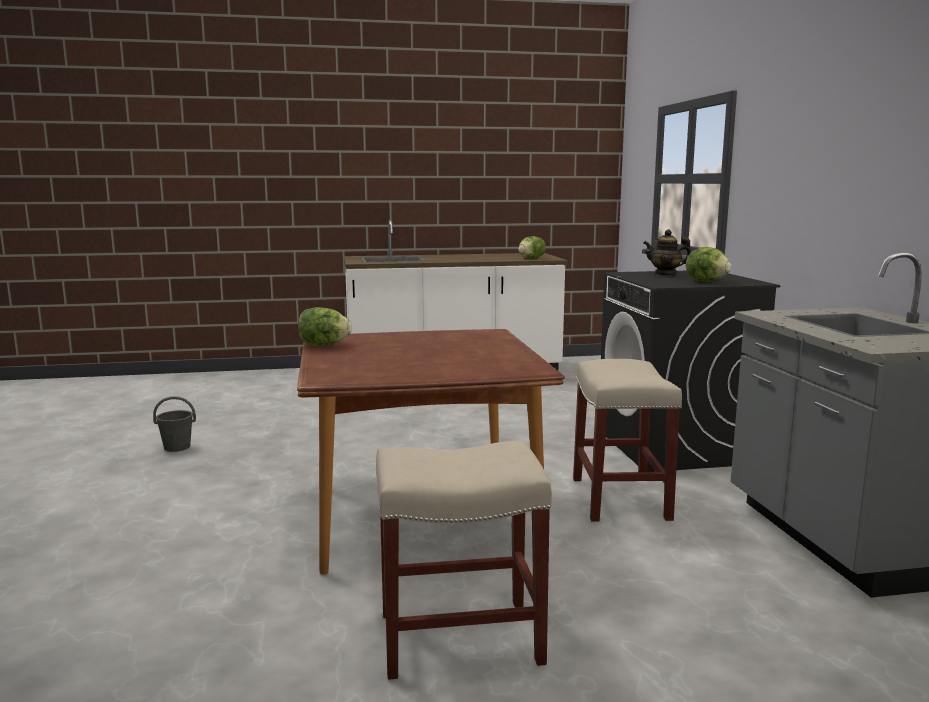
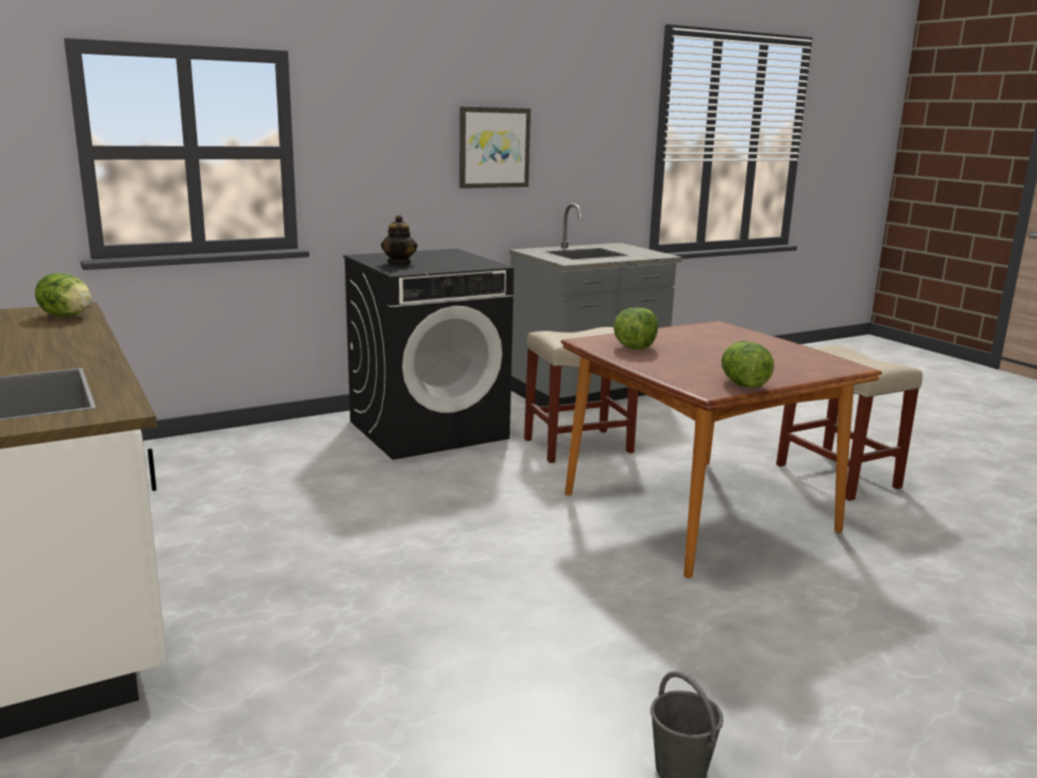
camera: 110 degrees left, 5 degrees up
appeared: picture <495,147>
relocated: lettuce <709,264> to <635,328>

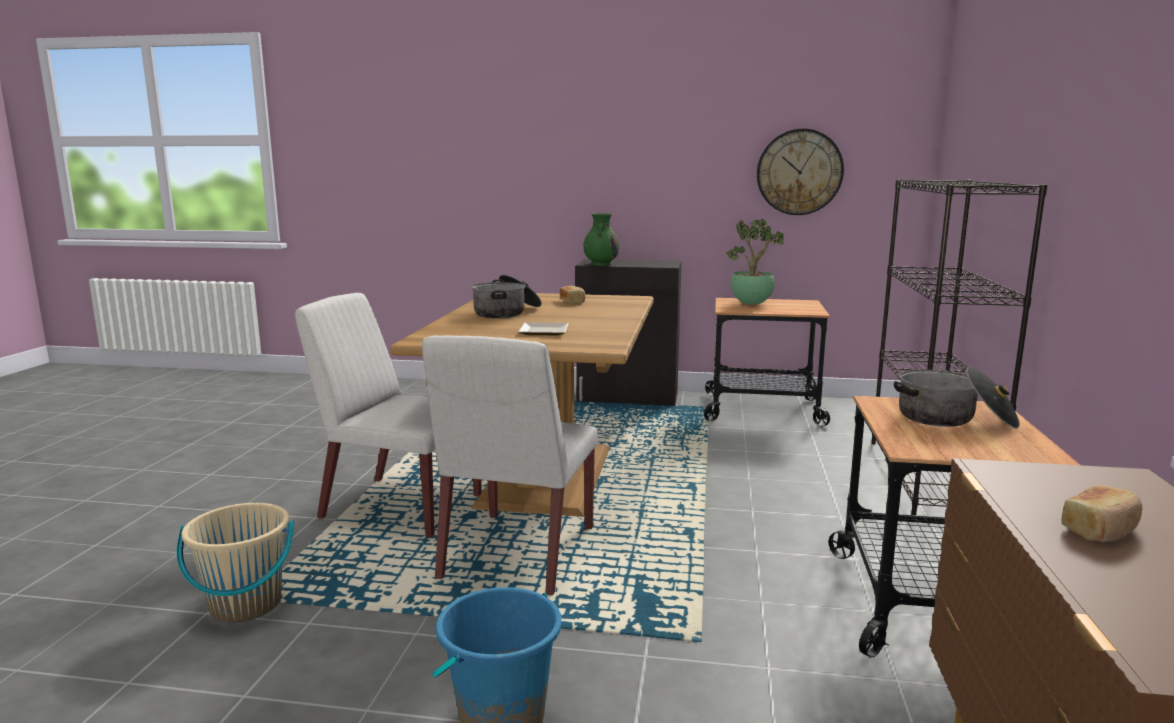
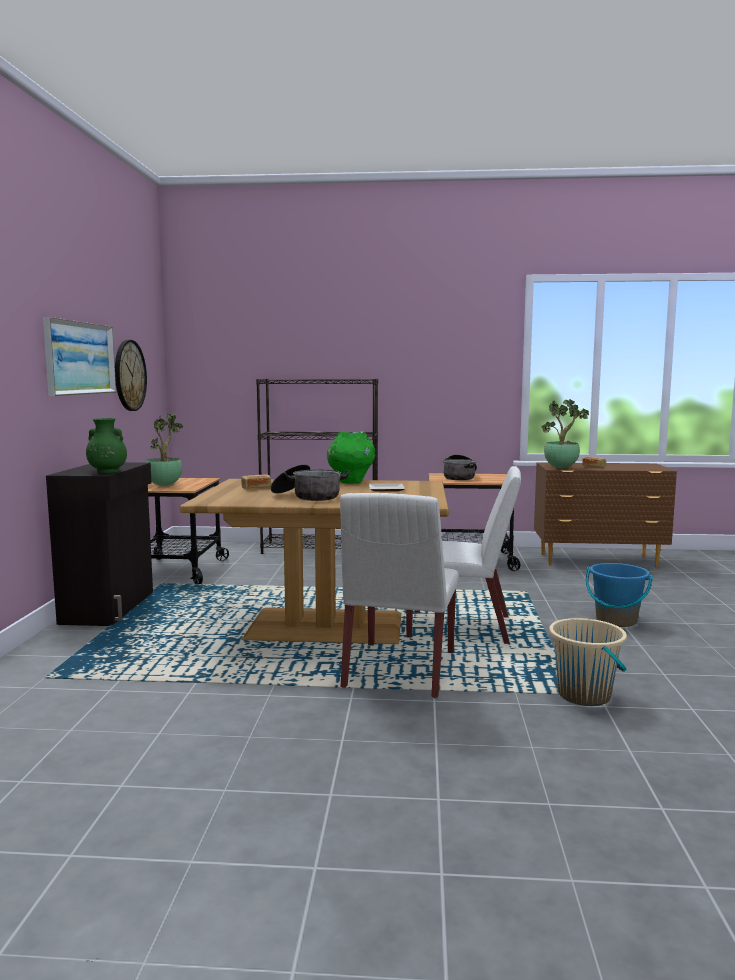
camera: 95 degrees left, 5 degrees down
appeared: picture <79,356>; green vase <351,457>; potted plant <565,433>

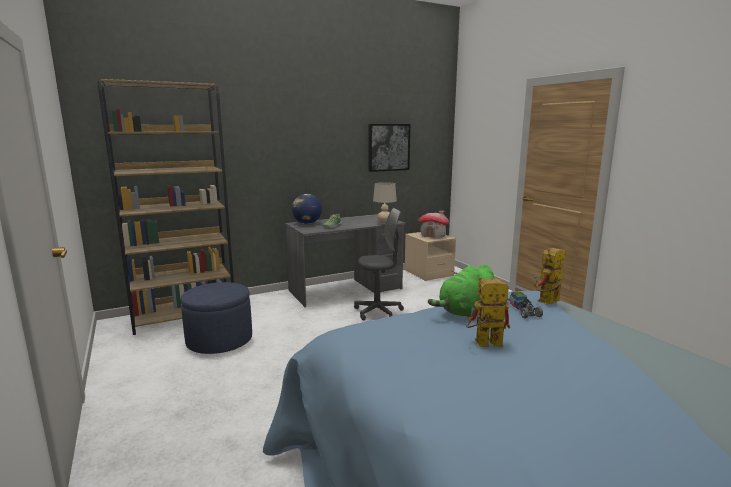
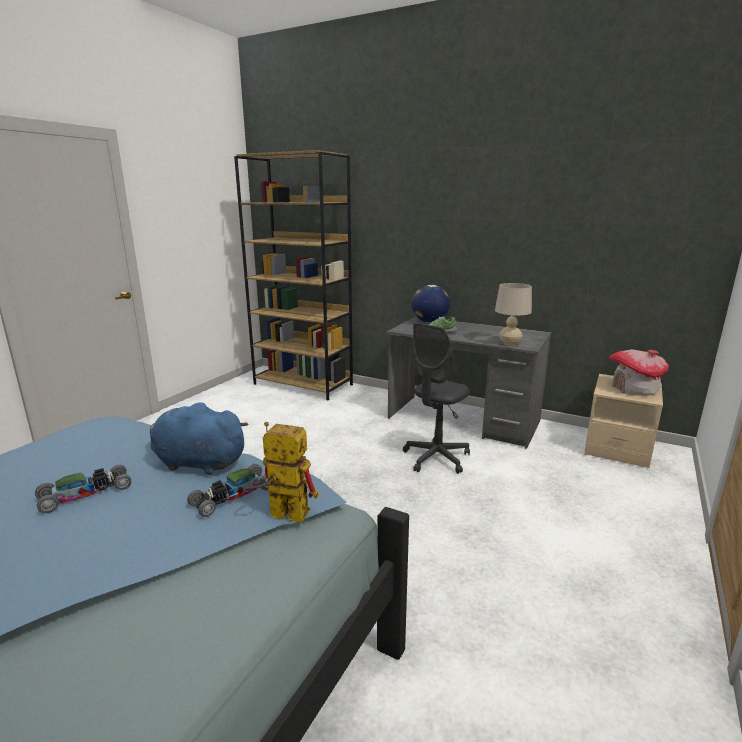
camera: 55 degrees right, 5 degrees up
missing: blue ottoman <216,318>; picture <389,148>
exchanged: toy robot <488,312> to toy car <83,489>
colour: green plush toy <461,290> to blue plush toy <199,438>
spun: grey office chair <379,264> = <436,398> 90 degrees clockwise

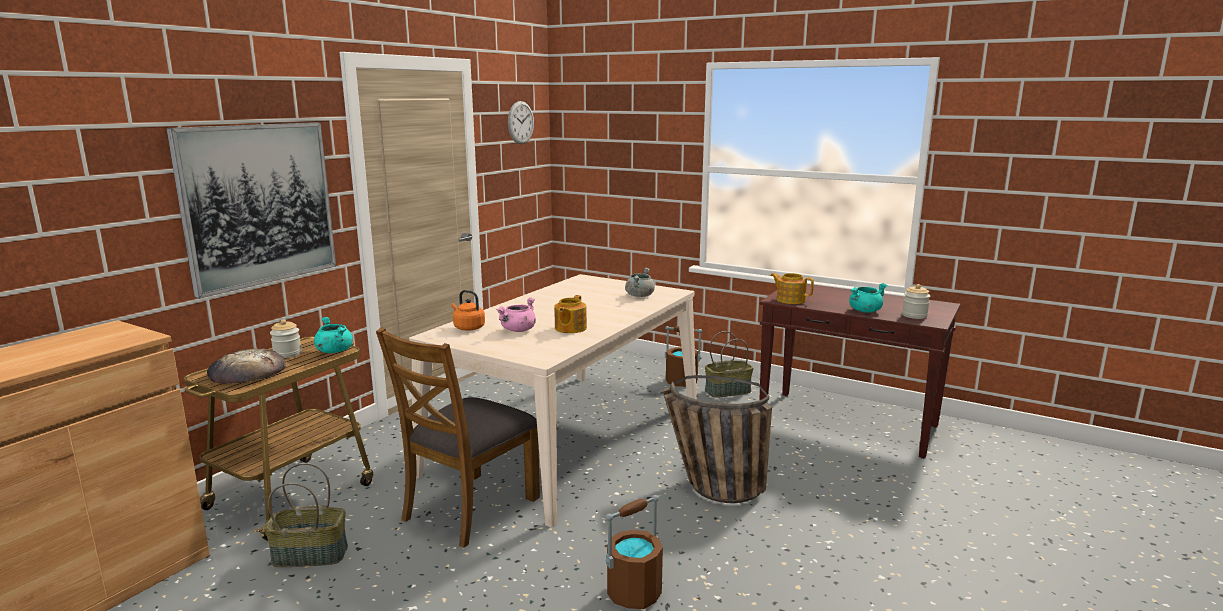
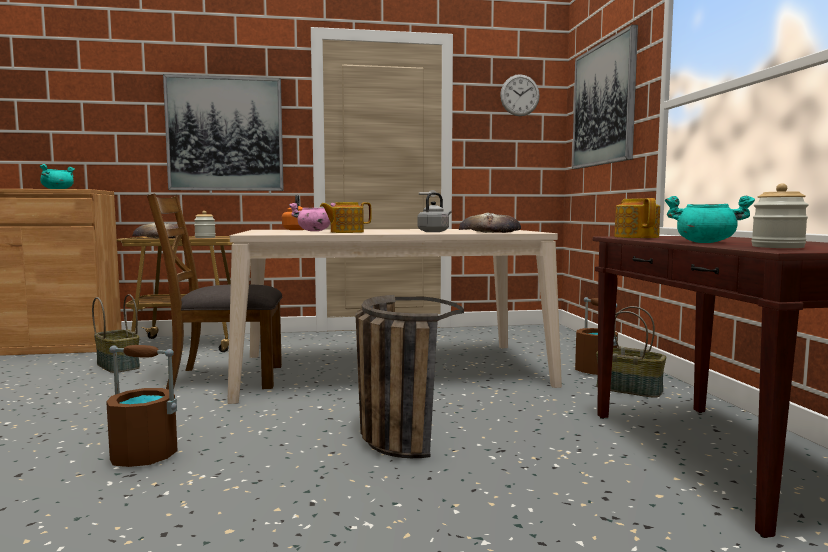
camera: 50 degrees right, 10 degrees down
appeared: grey kettle <434,212>; picture <605,97>
relocated: turquoise cooking pot <333,335> to <57,176>
exchanged: grey cooking pot <640,282> to bread <490,223>

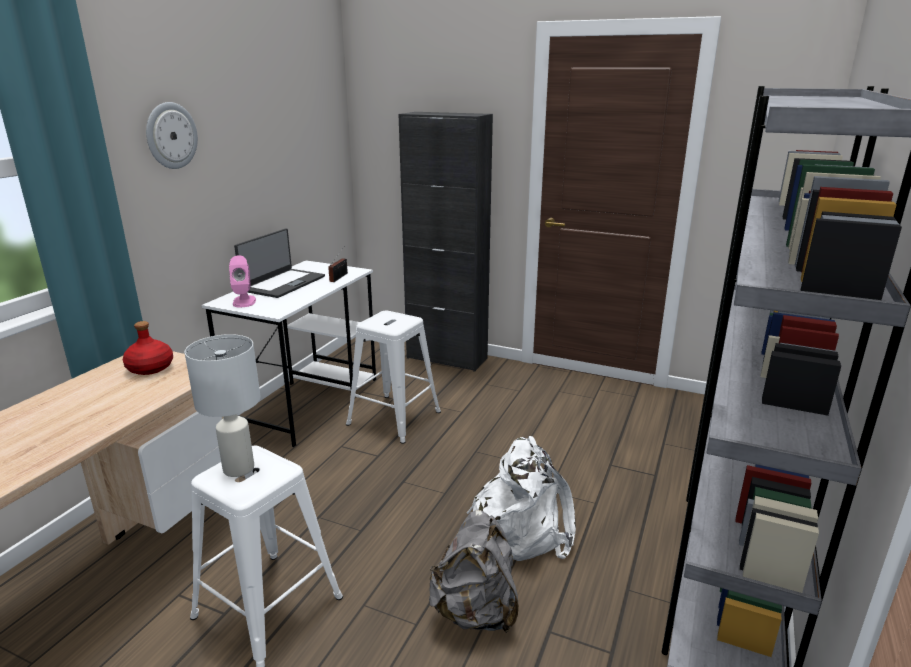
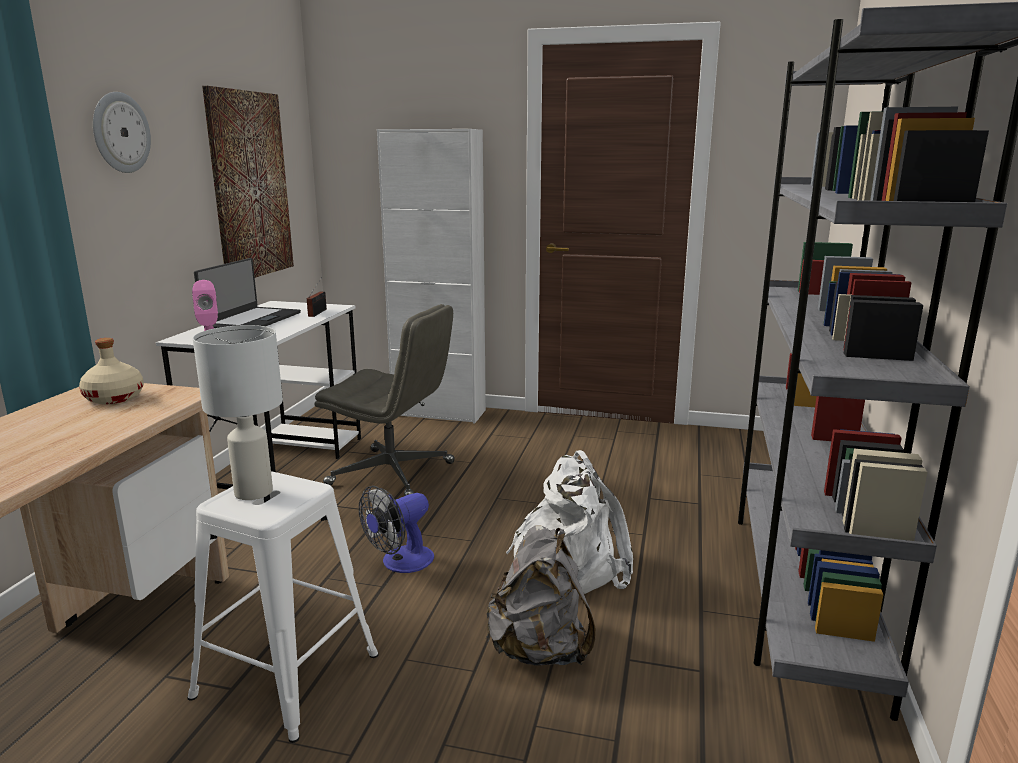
camera: 10 degrees left, 5 degrees down
appeared: picture <248,182>; fan <396,529>
exchanged: white stool <393,377> to grey office chair <385,400>
colour: red bottle <148,348> to beige bottle <111,371>; black cabinet <445,242> to white cabinet <431,276>

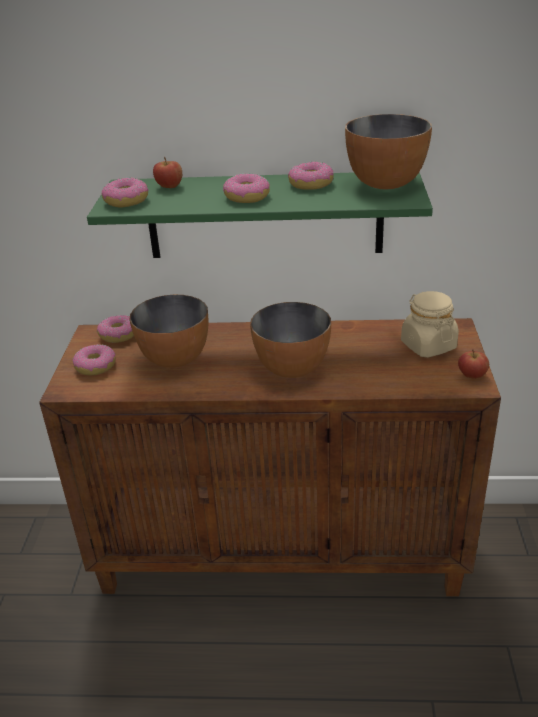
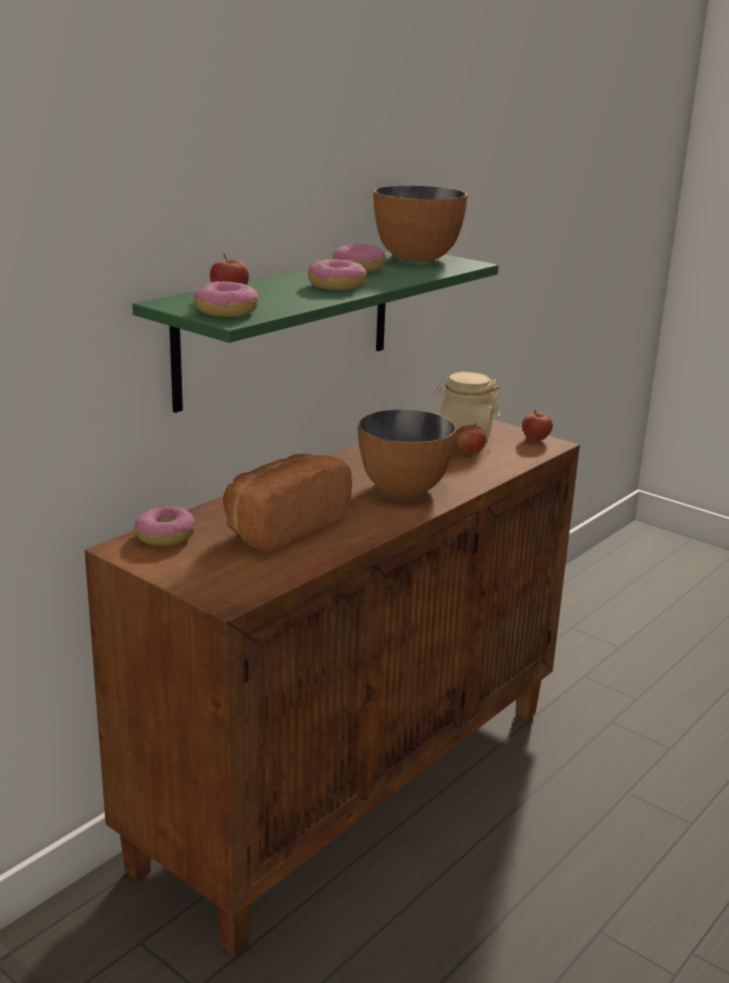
camera: 55 degrees left, 10 degrees down
missing: donut <94,359>
appeared: apple <470,438>
exchanged: bowl <169,331> to bread <287,503>

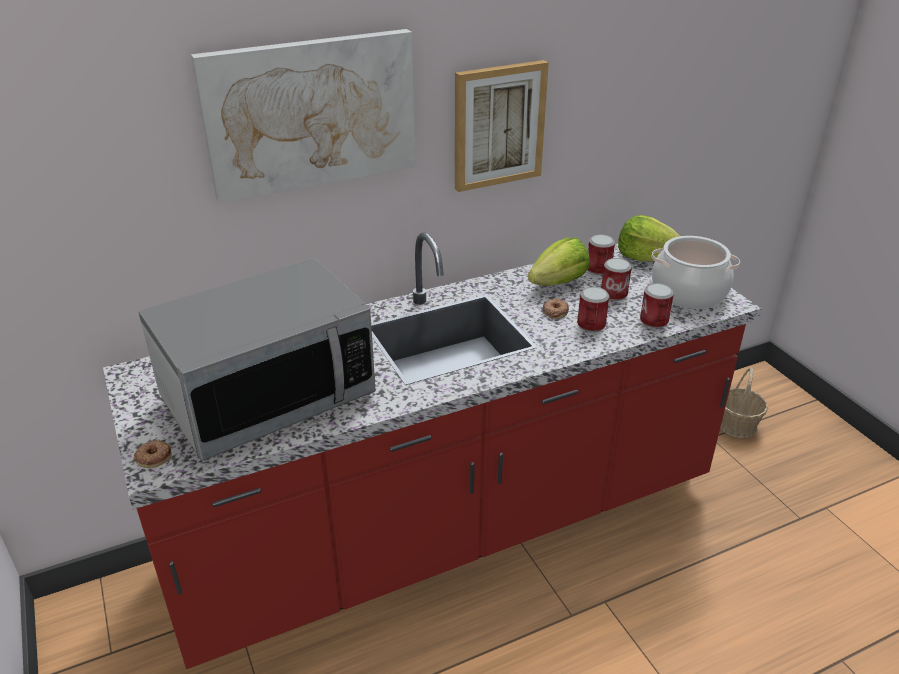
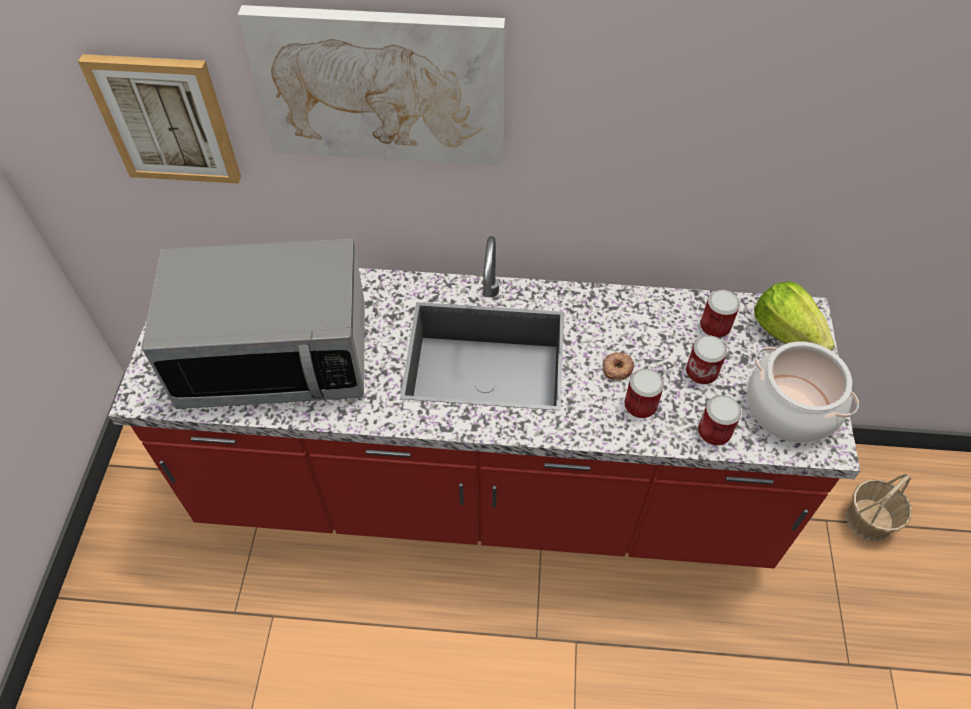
camera: 30 degrees right, 20 degrees up
missing: donut <153,454>; lettuce <559,262>
relocated: picture <502,126> to <159,119>

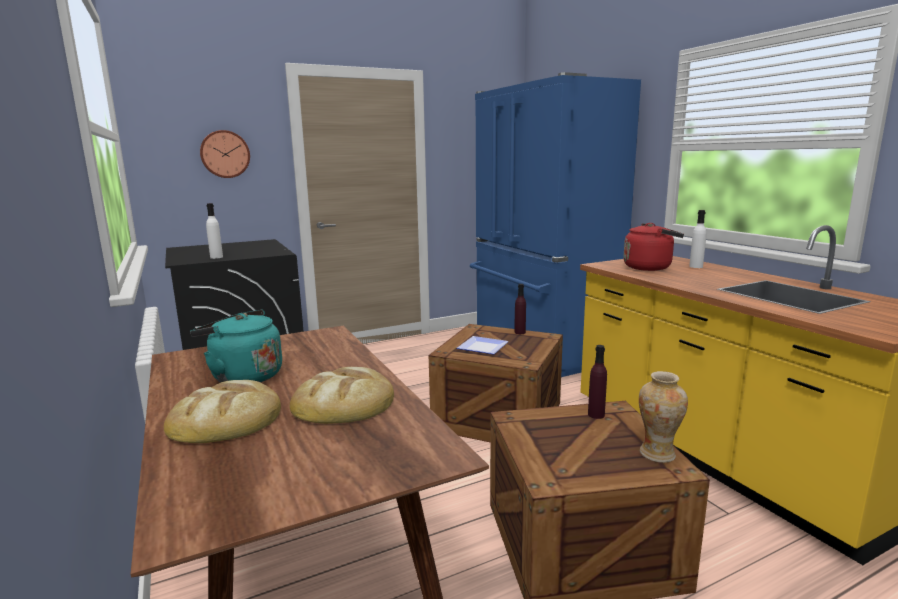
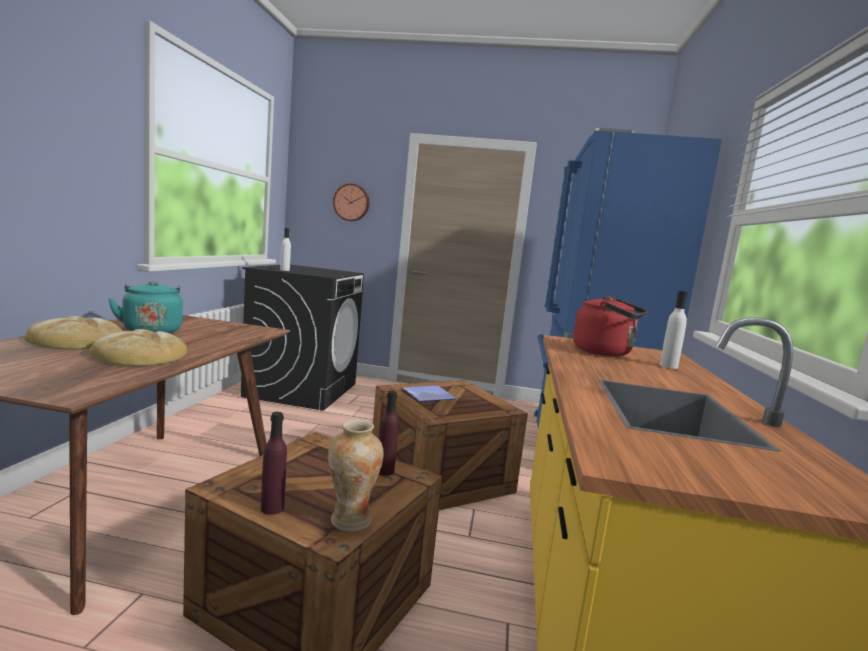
camera: 35 degrees right, 5 degrees down
relocated: purple bottle <520,309> to <274,463>

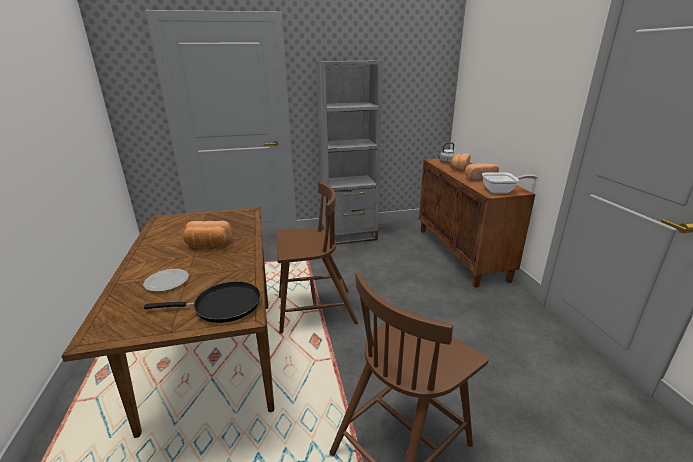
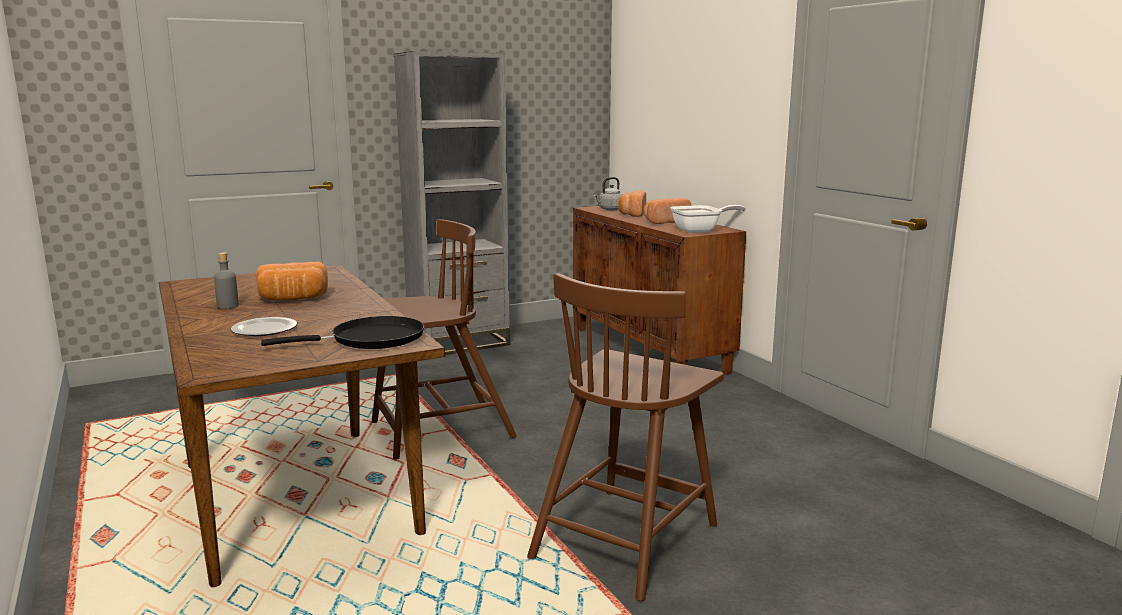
camera: 15 degrees left, 10 degrees down
appeared: grey bottle <226,280>

